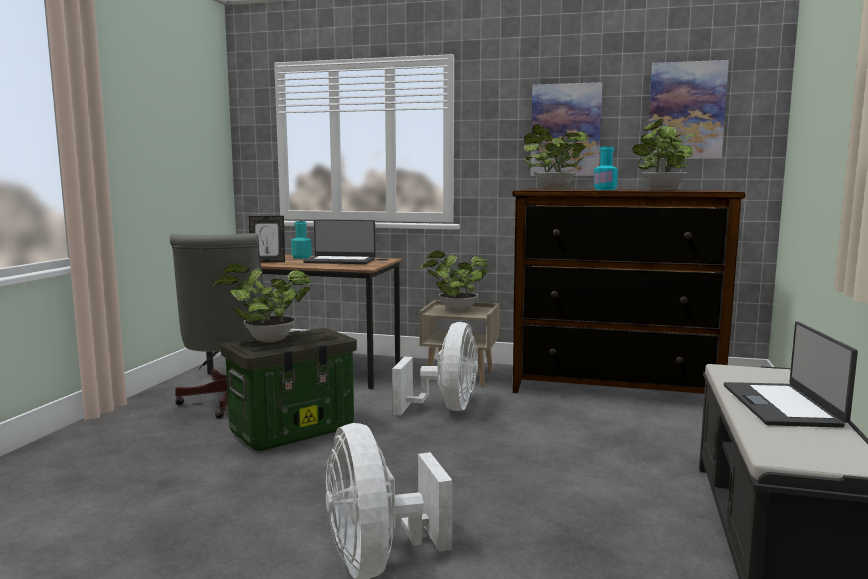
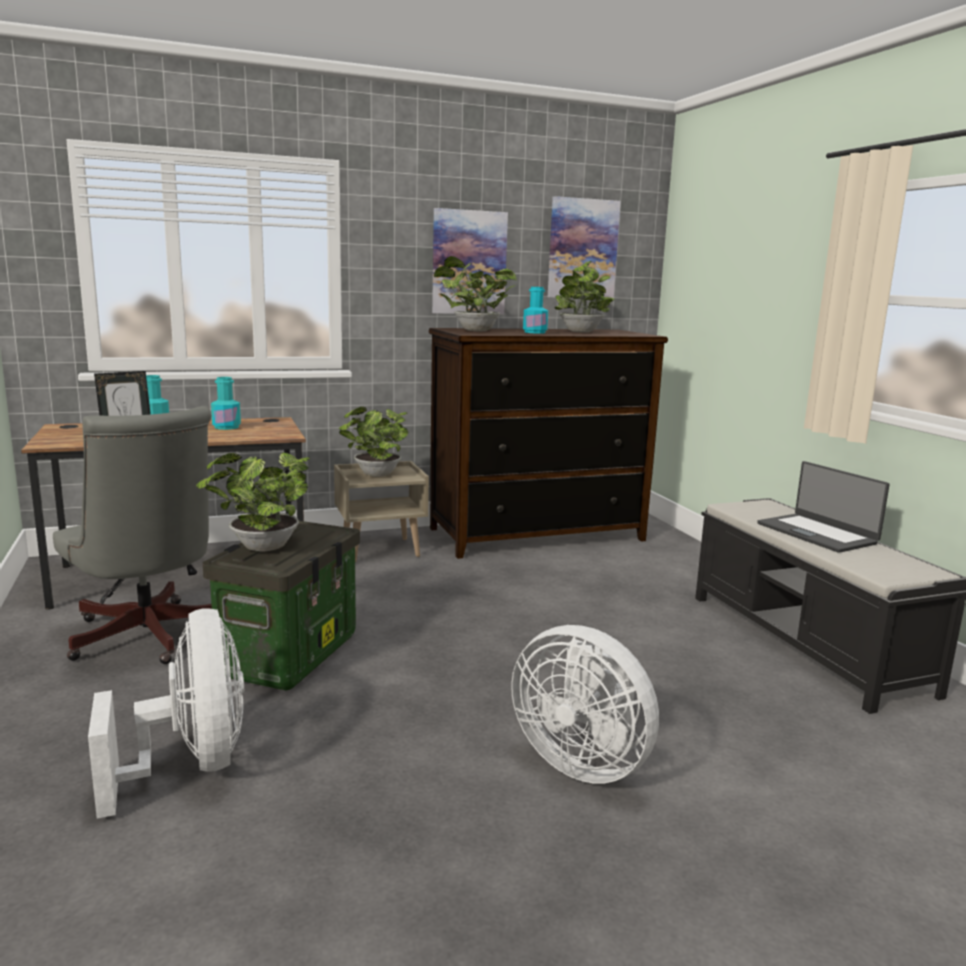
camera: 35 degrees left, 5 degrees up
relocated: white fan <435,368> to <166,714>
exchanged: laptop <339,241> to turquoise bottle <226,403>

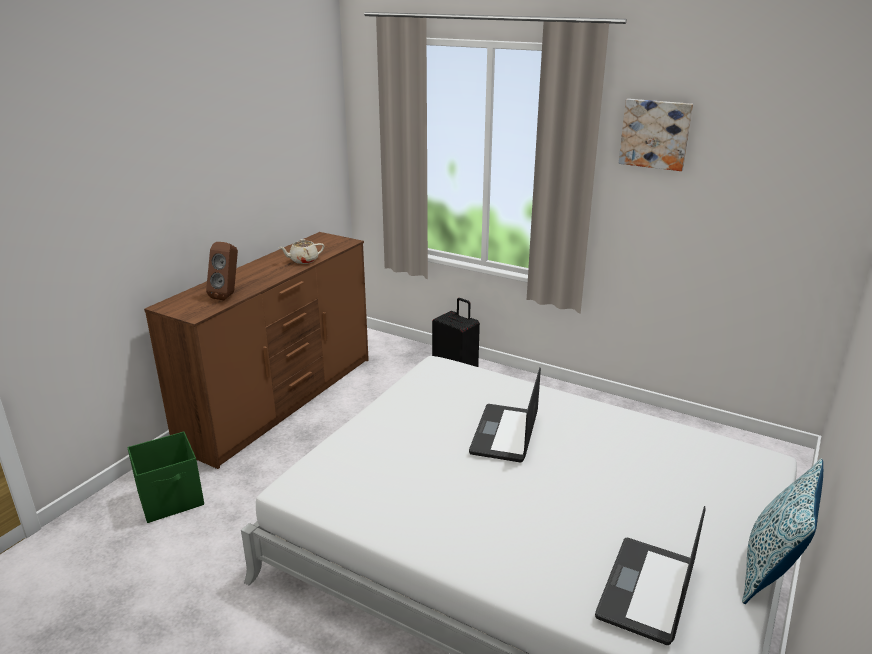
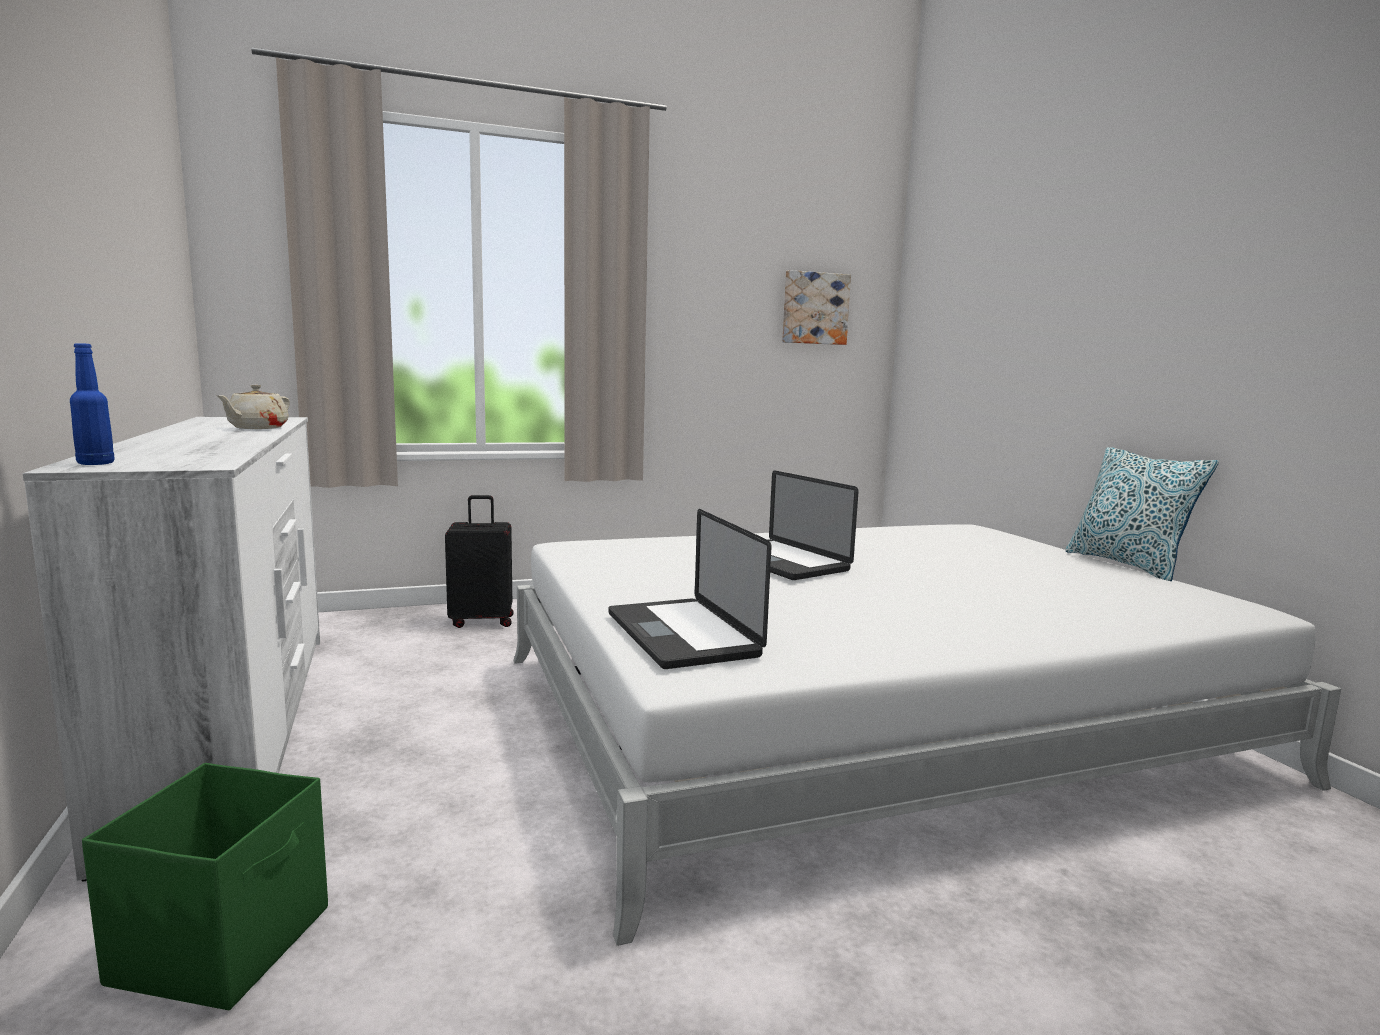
camera: 50 degrees left, 15 degrees down
missing: brown speaker <222,271>
appeared: blue bottle <92,404>
relocated: laptop <650,575> to <689,589>; picture <656,135> to <816,307>
colour: brown dresser <256,350> to white dresser <171,649>

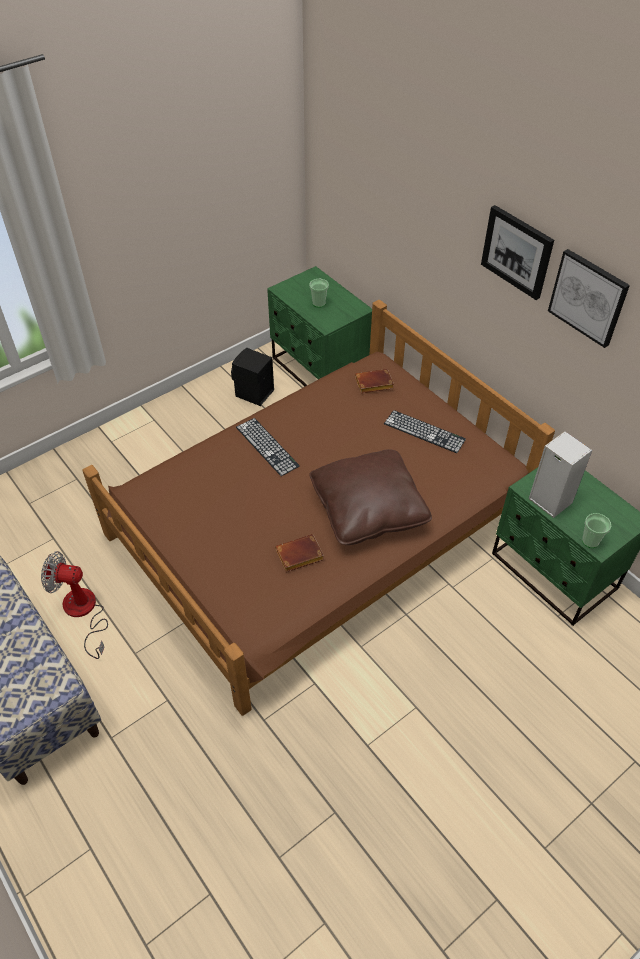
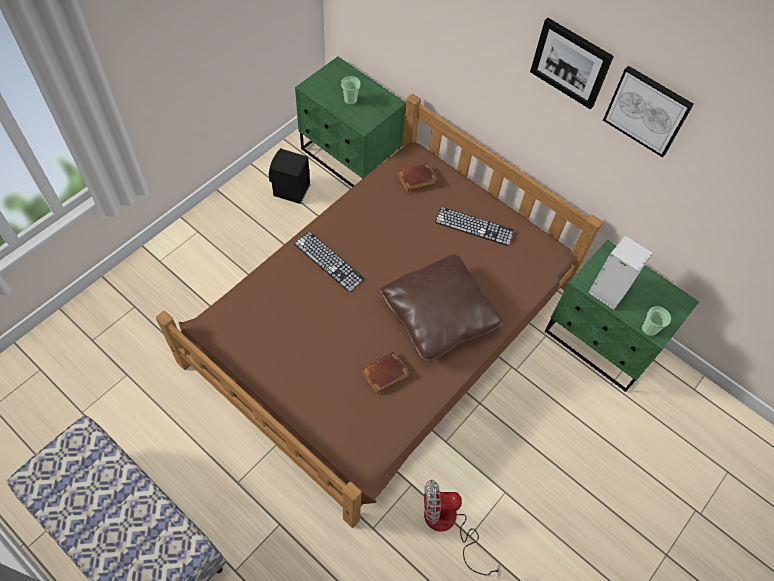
camera: 15 degrees left, 10 degrees up
relocated: fan <74,605> to <462,528>

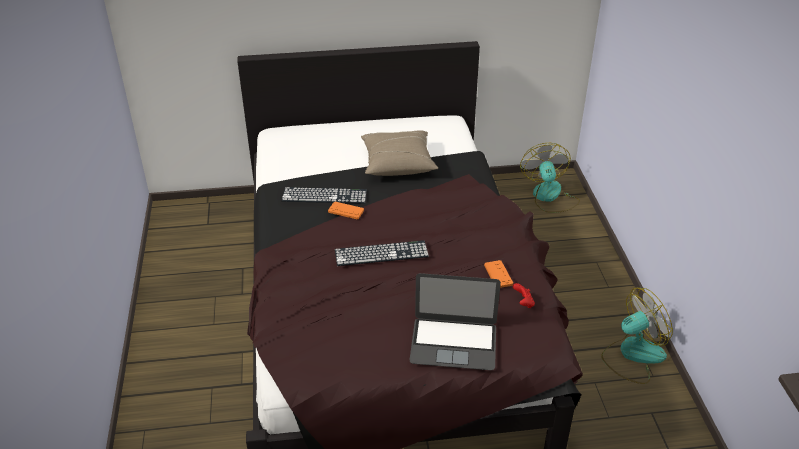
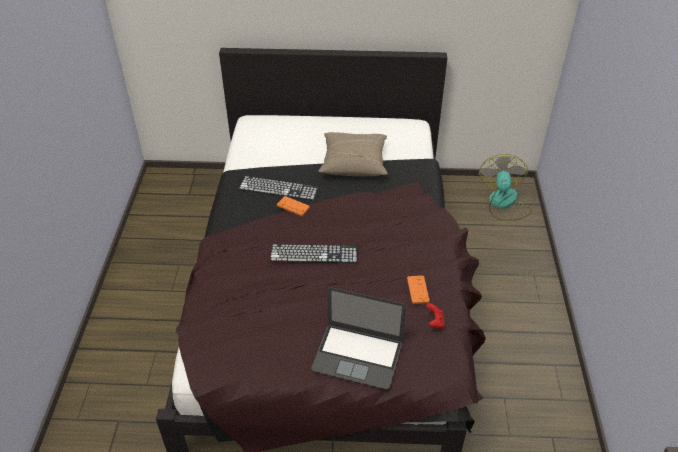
camera: 10 degrees right, 5 degrees up
missing: fan <637,336>

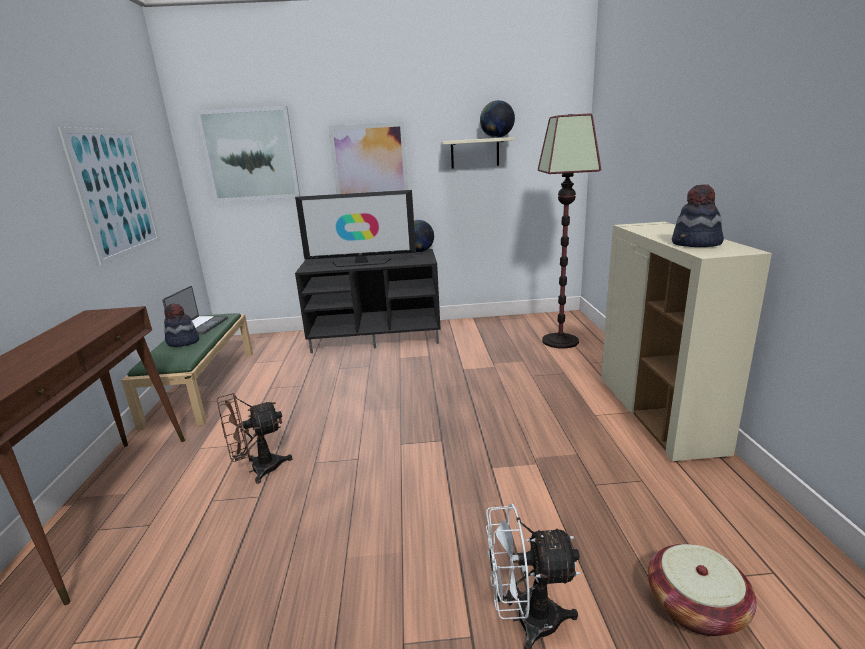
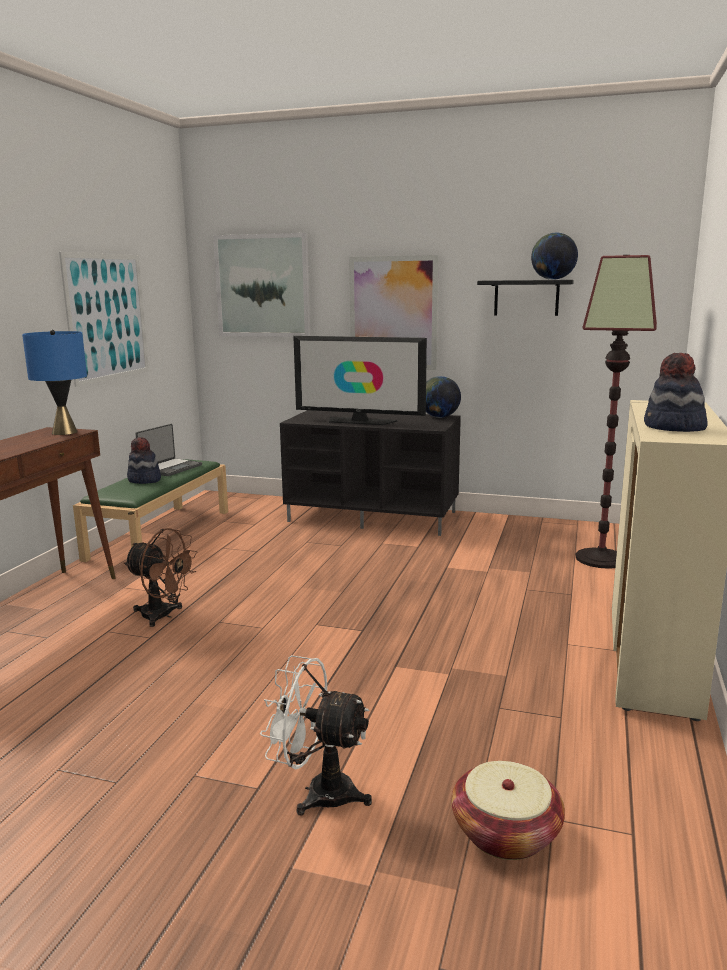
camera: 20 degrees right, 5 degrees down
appeared: blue table lamp <54,382>
colour: beige shelf <478,152> to black shelf <525,298>
spun: brown fan <254,438> = <161,577> 150 degrees counterclockwise

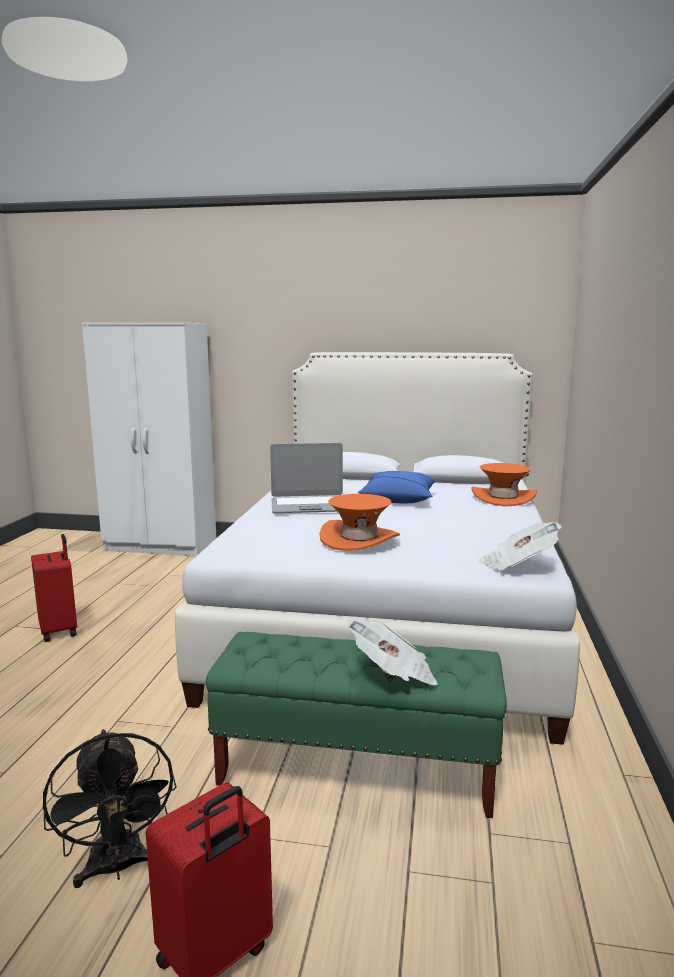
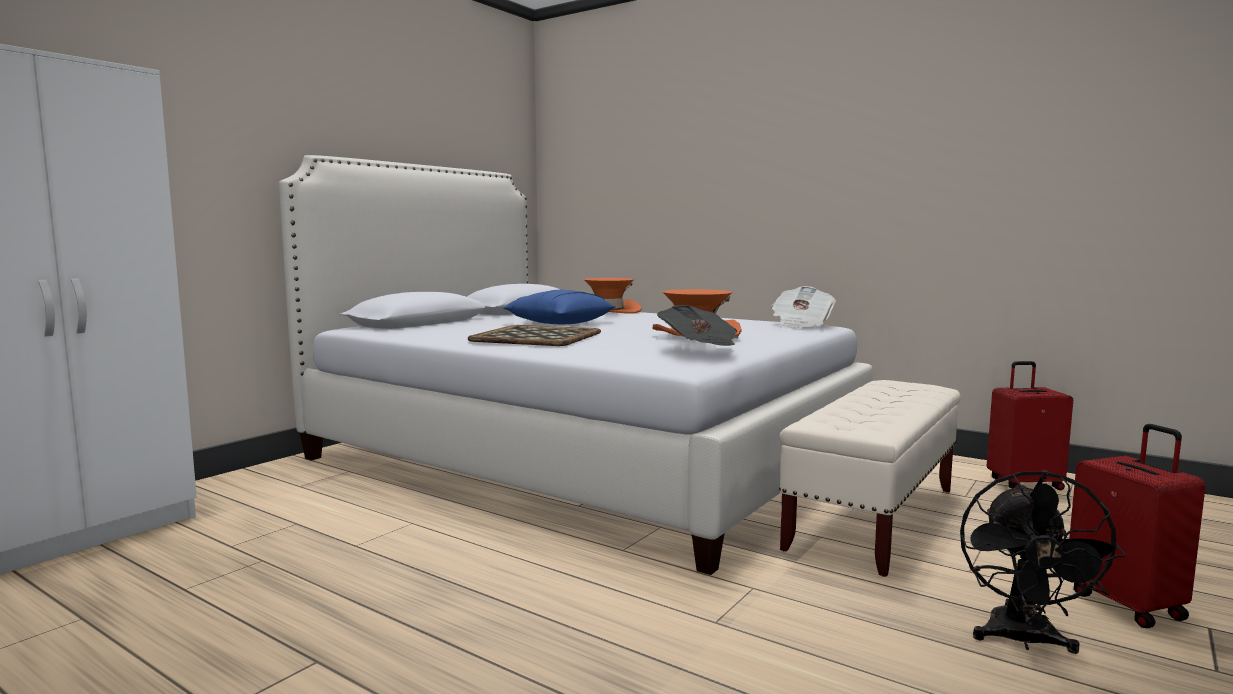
camera: 65 degrees left, 5 degrees down
relocated: red suitcase <54,588> to <1030,425>; newspaper <392,652> to <697,325>
exchanged: laptop <306,478> to tray <534,335>
colour: green bench <356,725> to beige bench <870,478>
spun: black fan <110,808> = <1043,562> 105 degrees clockwise

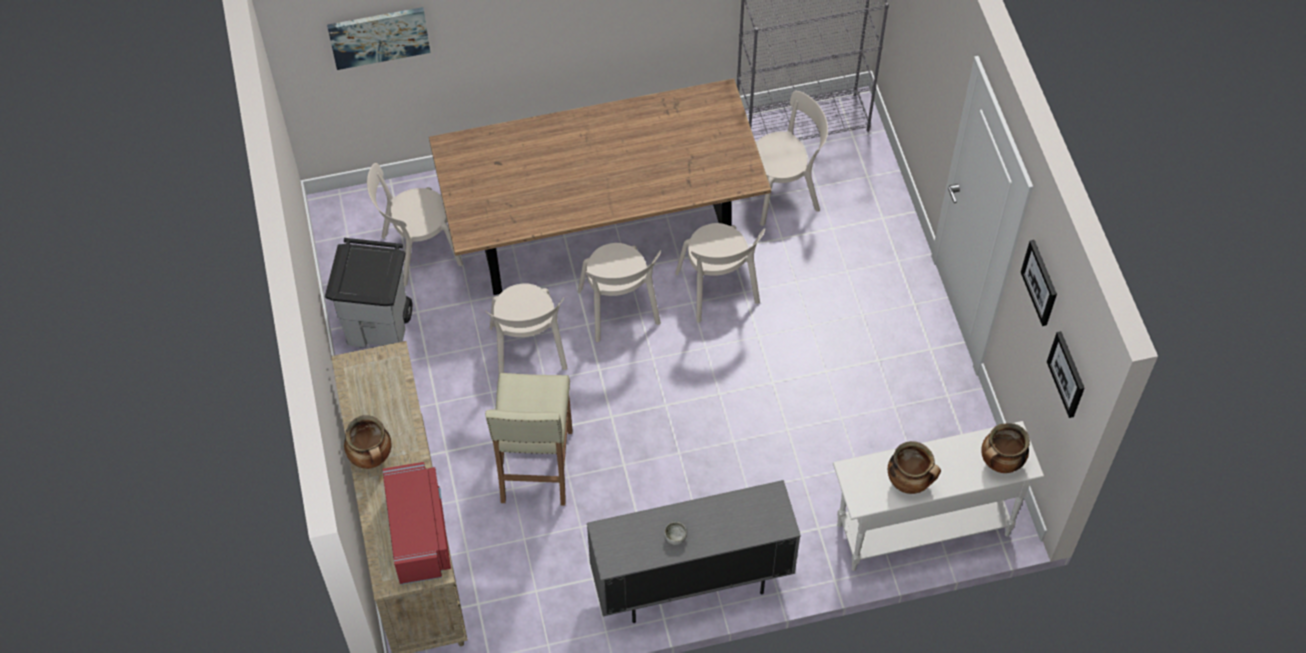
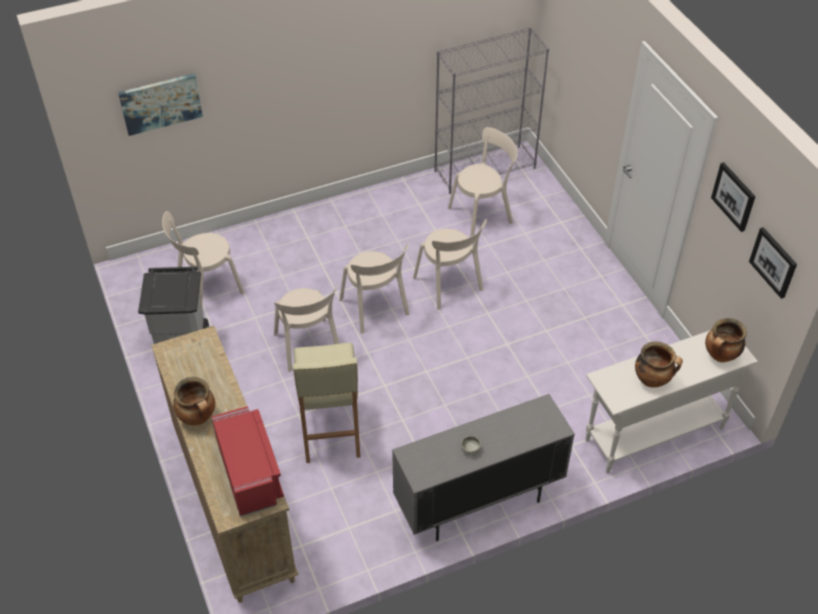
camera: 10 degrees left, 10 degrees down
missing: brown dining table <600,186>

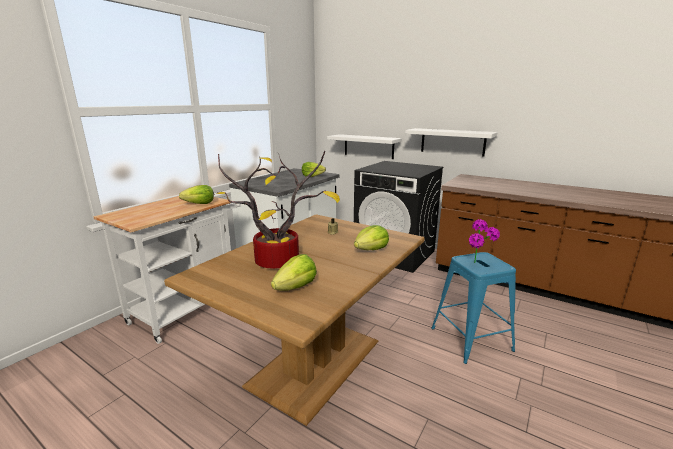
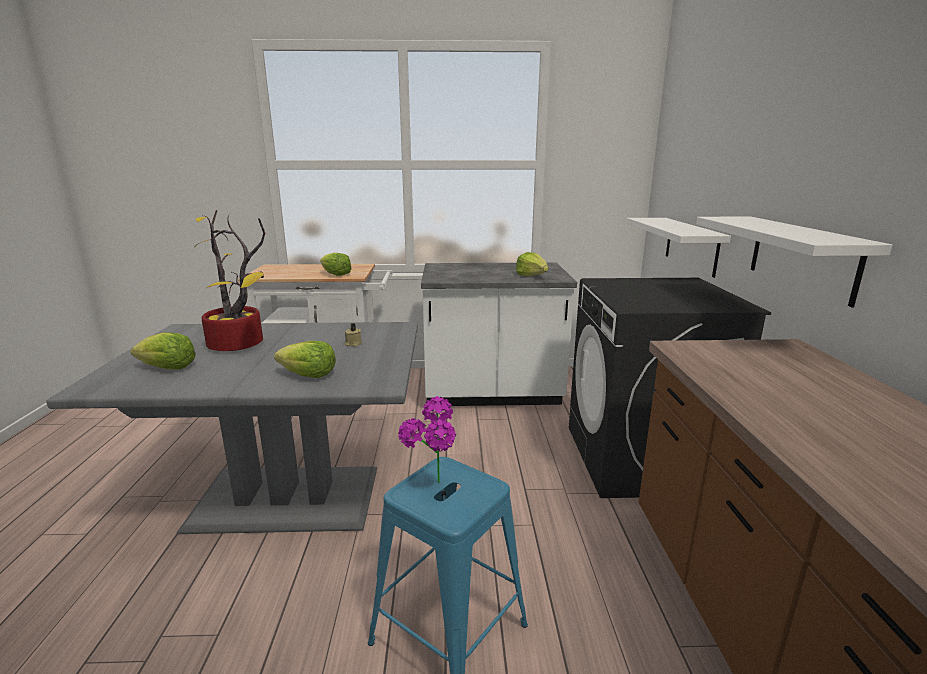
camera: 55 degrees right, 0 degrees up
colour: brown dining table <294,320> to grey dining table <232,428>

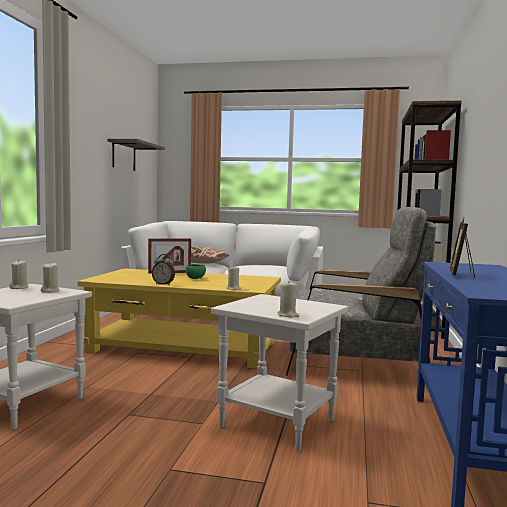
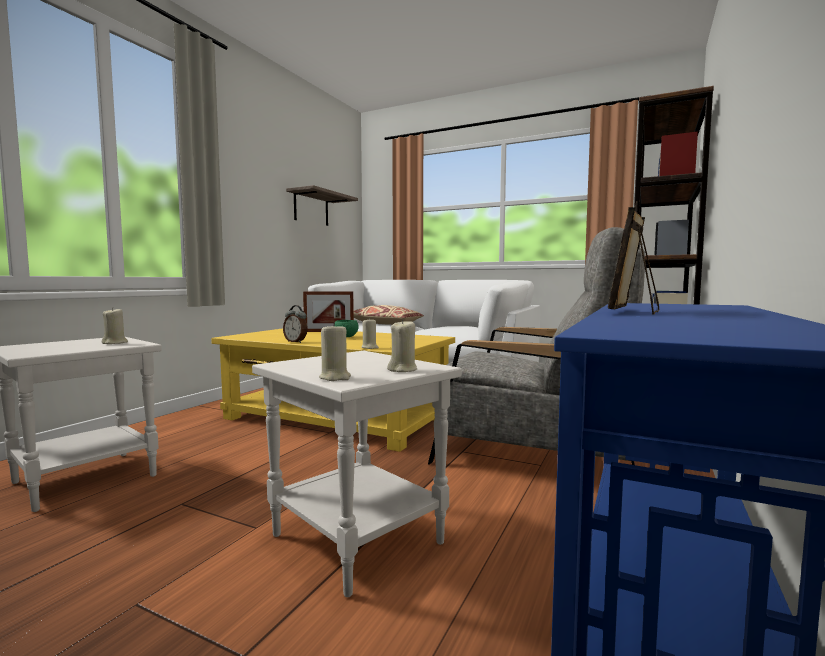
camera: 15 degrees right, 0 degrees up
relocated: beige candle <19,274> to <402,345>

